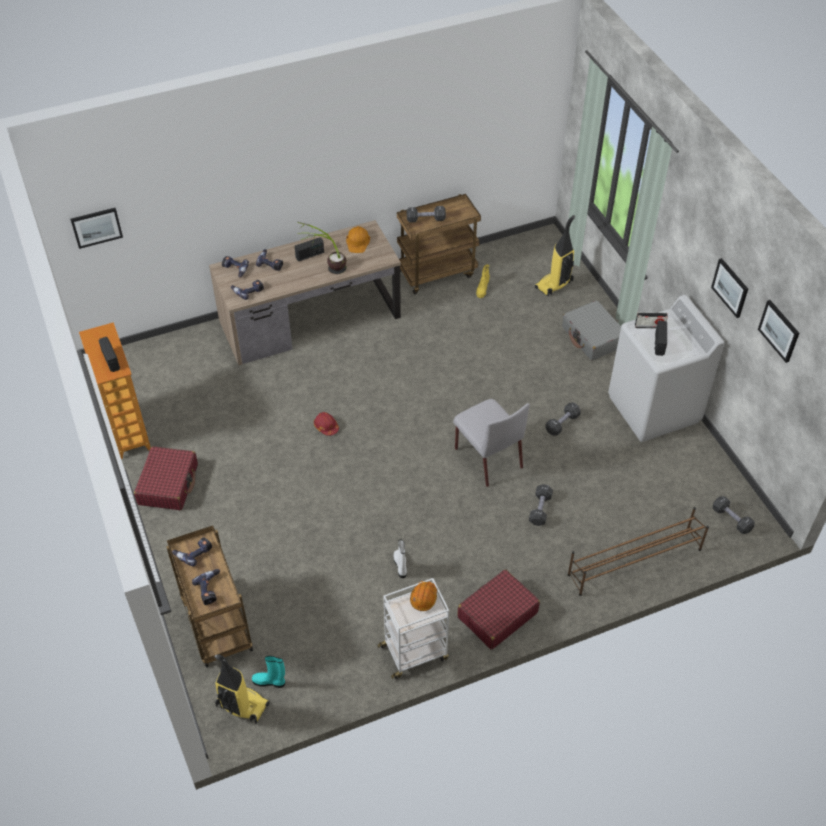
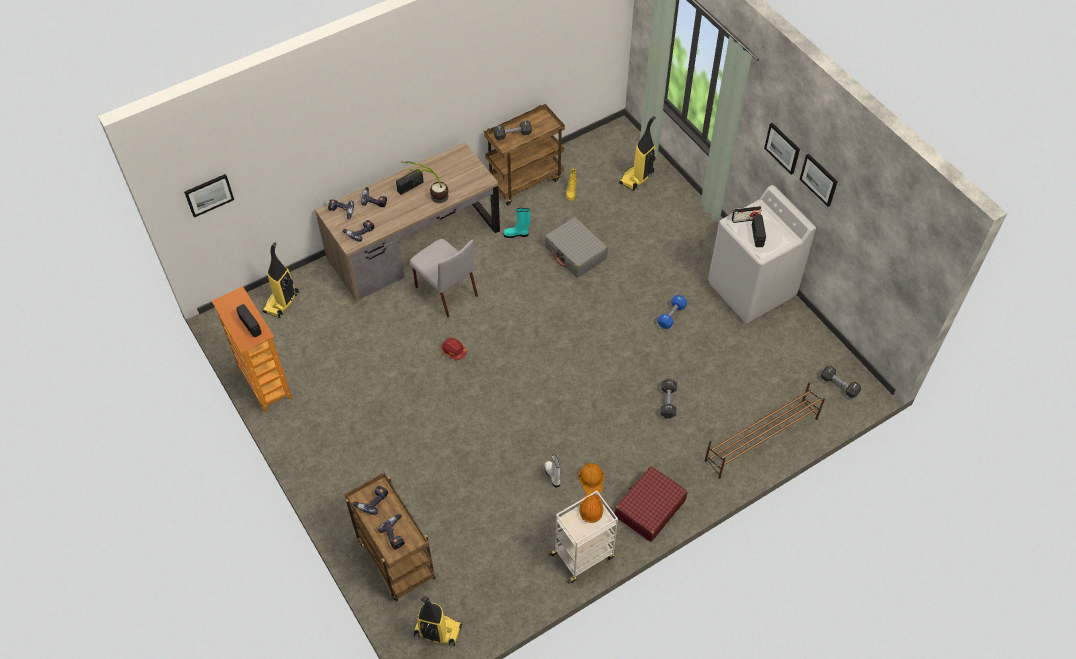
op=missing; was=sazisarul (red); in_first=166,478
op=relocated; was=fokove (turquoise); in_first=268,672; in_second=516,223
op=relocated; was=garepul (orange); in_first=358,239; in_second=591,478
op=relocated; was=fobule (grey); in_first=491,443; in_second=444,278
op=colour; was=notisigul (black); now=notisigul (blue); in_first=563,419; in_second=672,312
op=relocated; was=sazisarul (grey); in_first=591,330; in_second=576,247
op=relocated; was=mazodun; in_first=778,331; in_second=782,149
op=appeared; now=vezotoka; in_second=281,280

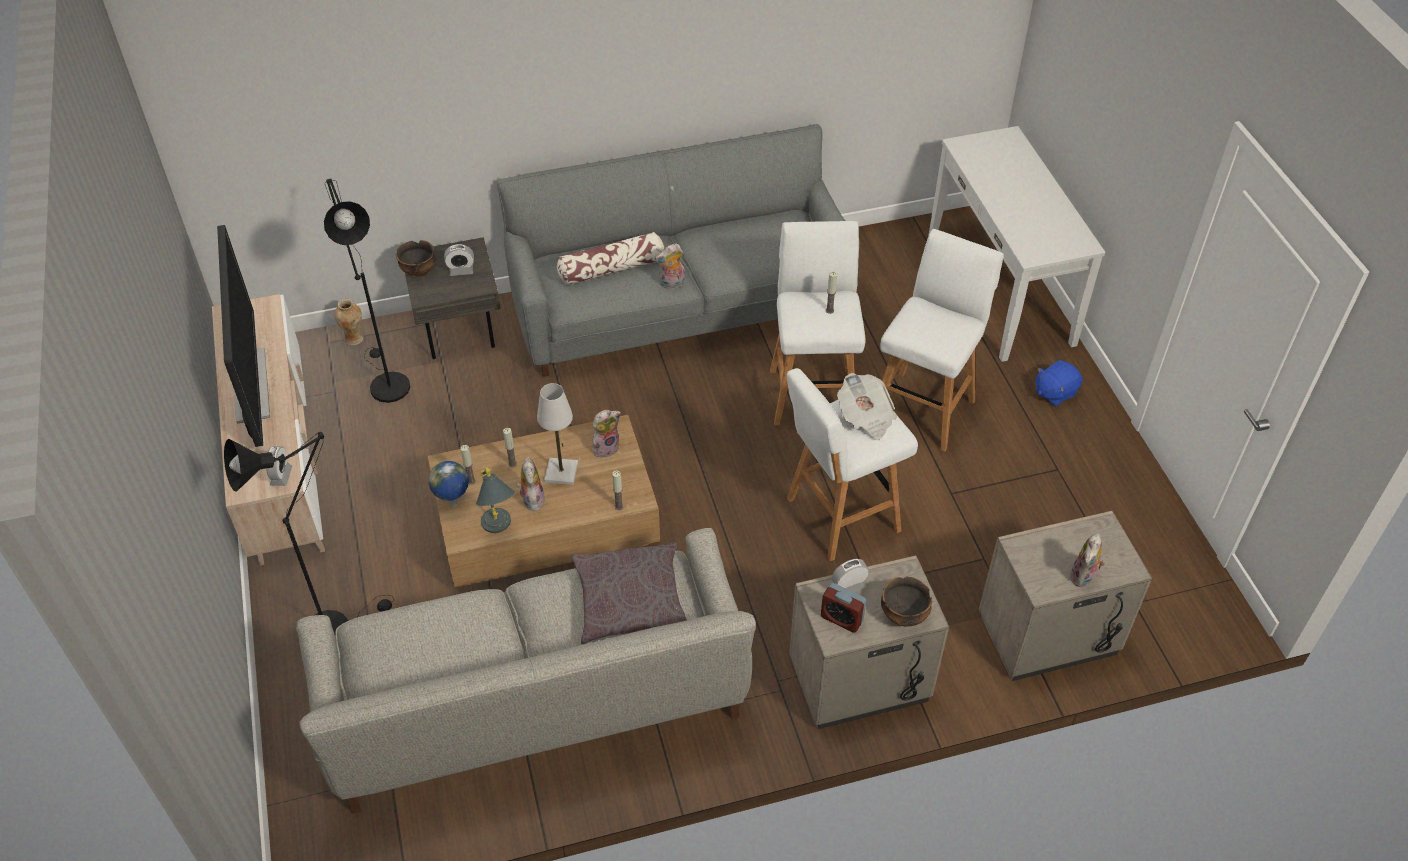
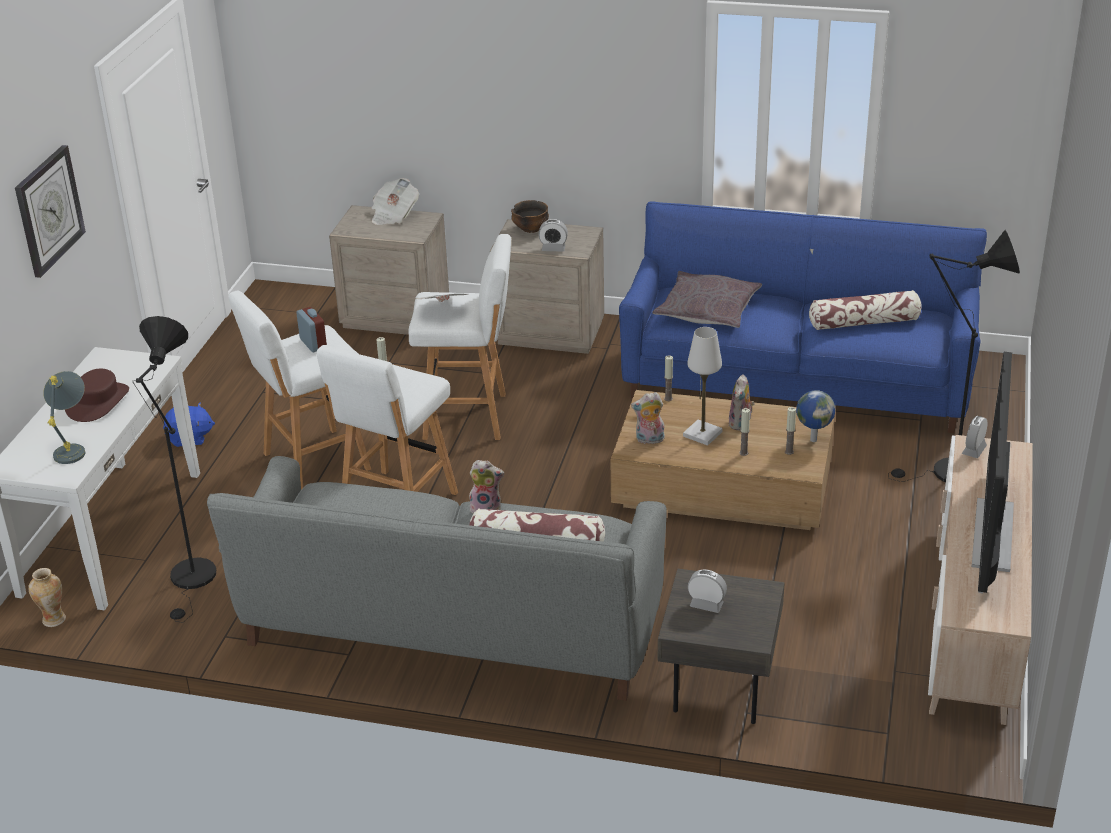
op=colour; was=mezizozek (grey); now=mezizozek (blue); in_first=526,671; in_second=803,317
op=relocated; was=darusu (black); in_first=367,291; in_second=175,469
op=relocated; was=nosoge; in_first=349,322; in_second=47,597
op=missing; was=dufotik; in_first=416,258
op=relocated; was=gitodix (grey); in_first=495,500; in_second=64,417
op=relocated; was=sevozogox; in_first=844,608; in_second=311,329
op=exchanged; was=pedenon; now=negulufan; in_first=1087,560; in_second=395,201
op=appeared; now=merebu; in_second=50,211
op=appeared; now=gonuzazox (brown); in_second=97,395
op=appeared; now=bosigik; in_second=865,310

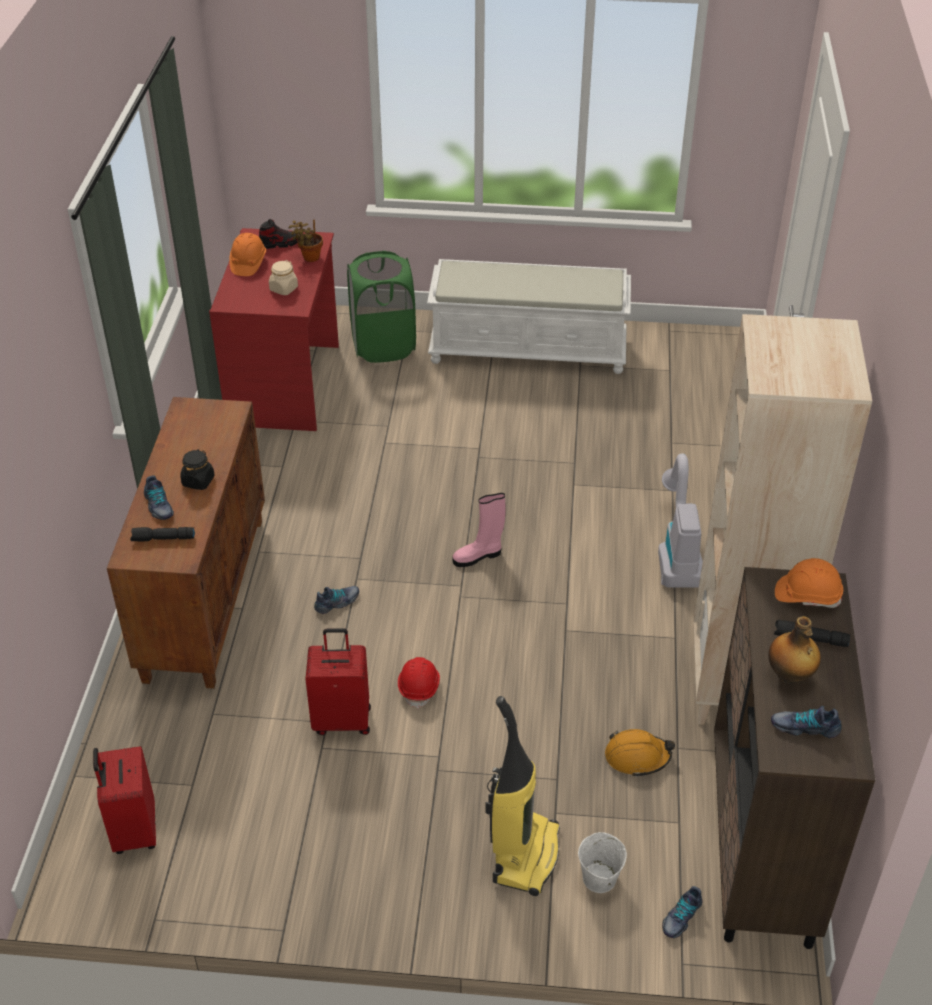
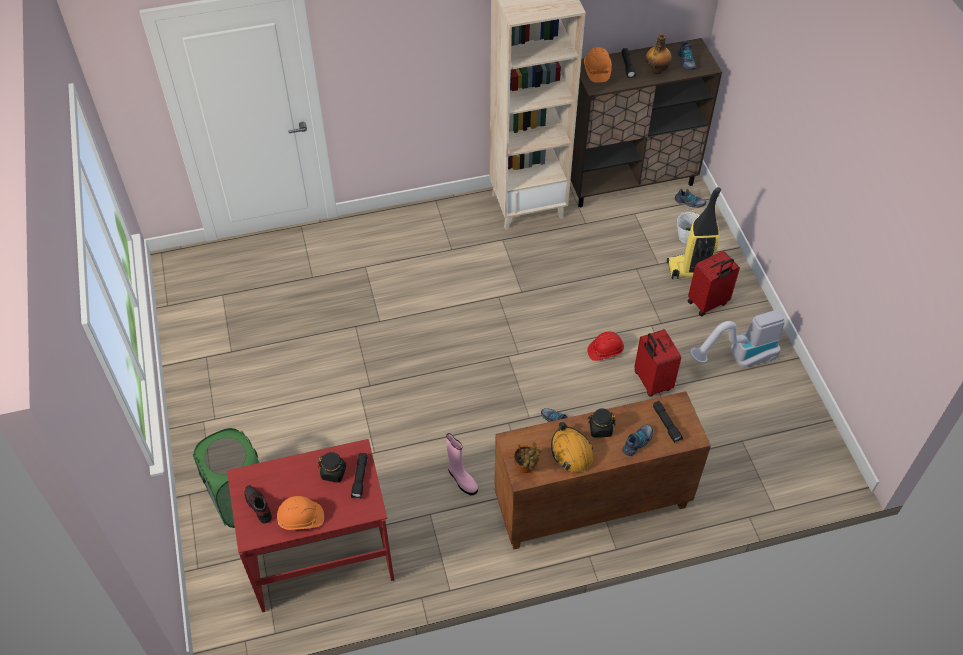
op=relocated; was=sazisarul (red); in_first=124,800; in_second=714,284
op=colour; was=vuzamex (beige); now=vuzamex (black); in_first=283,277; in_second=332,467
op=relocated; was=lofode; in_first=305,241; in_second=527,457
op=missing; was=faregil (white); in_first=529,316
op=relocated; was=fokove (pink); in_first=479,530; in_second=462,464
op=relocated; was=garepul (orange); in_first=640,753; in_second=572,447
op=relocated; was=vezotoka; in_first=680,520; in_second=737,338
op=appeared; now=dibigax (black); in_second=359,476

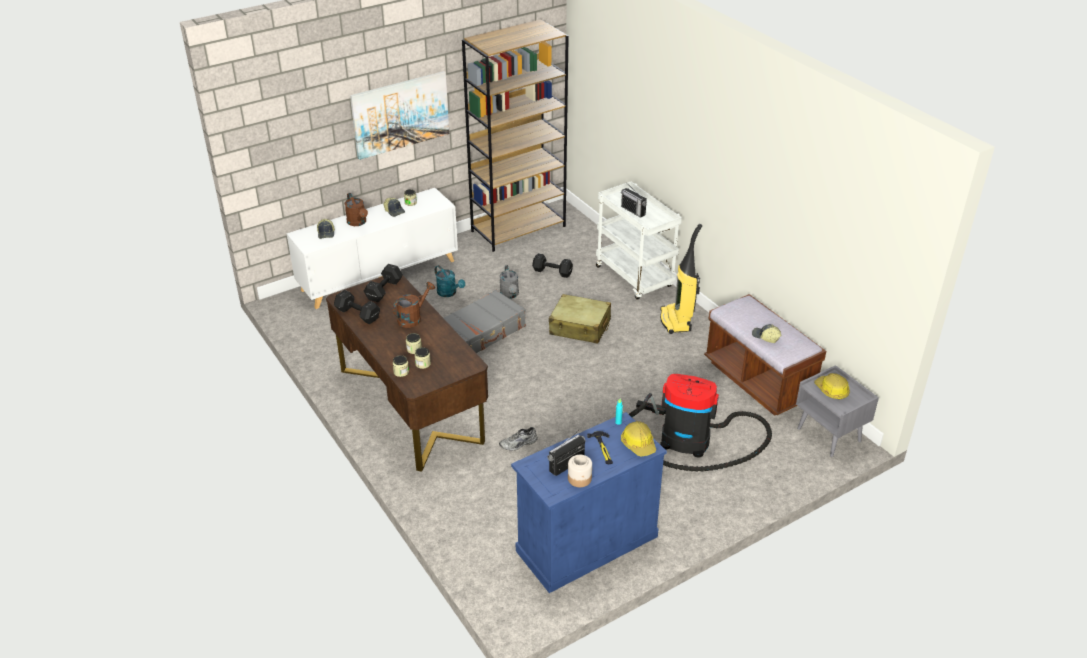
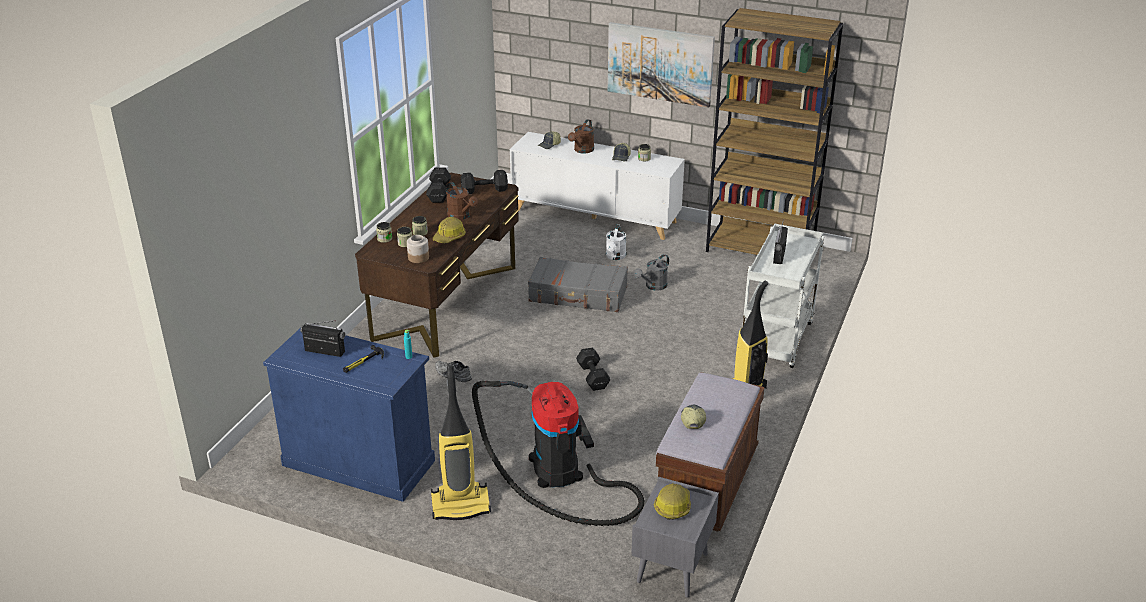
op=spun; was=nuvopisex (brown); in_first=414,305; in_second=462,201; clockwise=45
op=colour; was=nuvopisex (turquoise); now=nuvopisex (white); in_first=450,281; in_second=616,242
op=relocated; was=notisigul (black); in_first=552,265; in_second=593,369
op=missing; was=sazisarul (beige); in_first=580,319
op=relocated; was=vuzamex; in_first=580,471; in_second=418,249
op=relocated; was=garepul; in_first=638,439; in_second=449,230
op=appeared; now=vezotoka; in_second=461,442

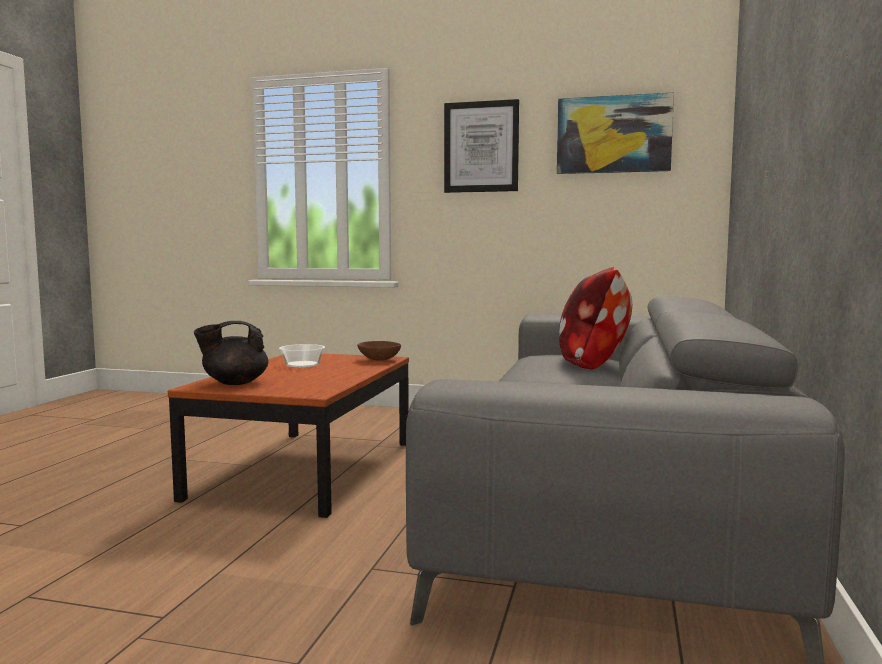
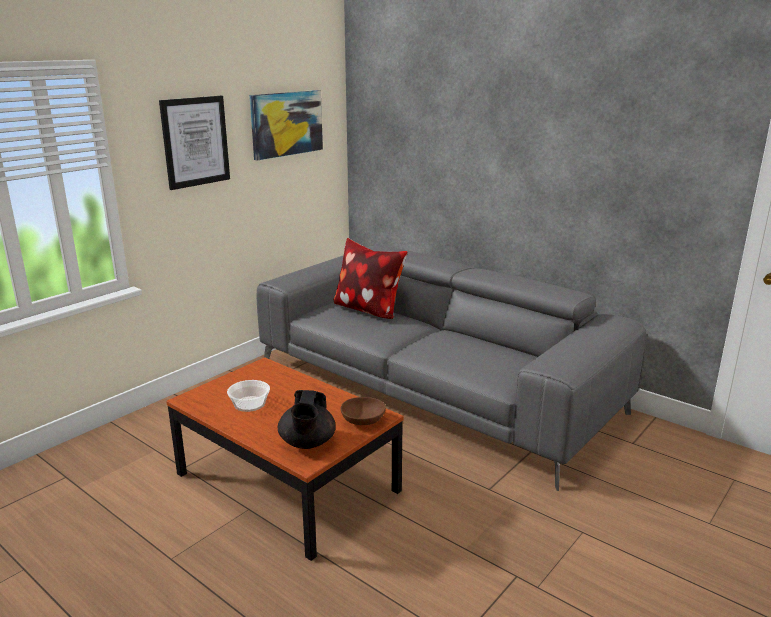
op=relocated; was=dufotik (brown); in_first=379,351; in_second=363,411

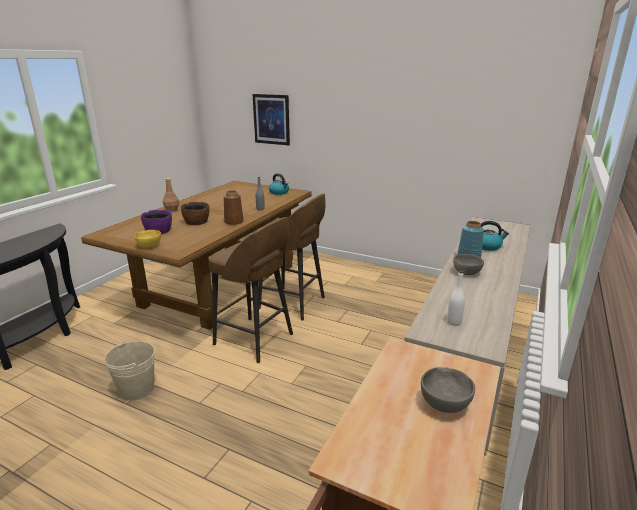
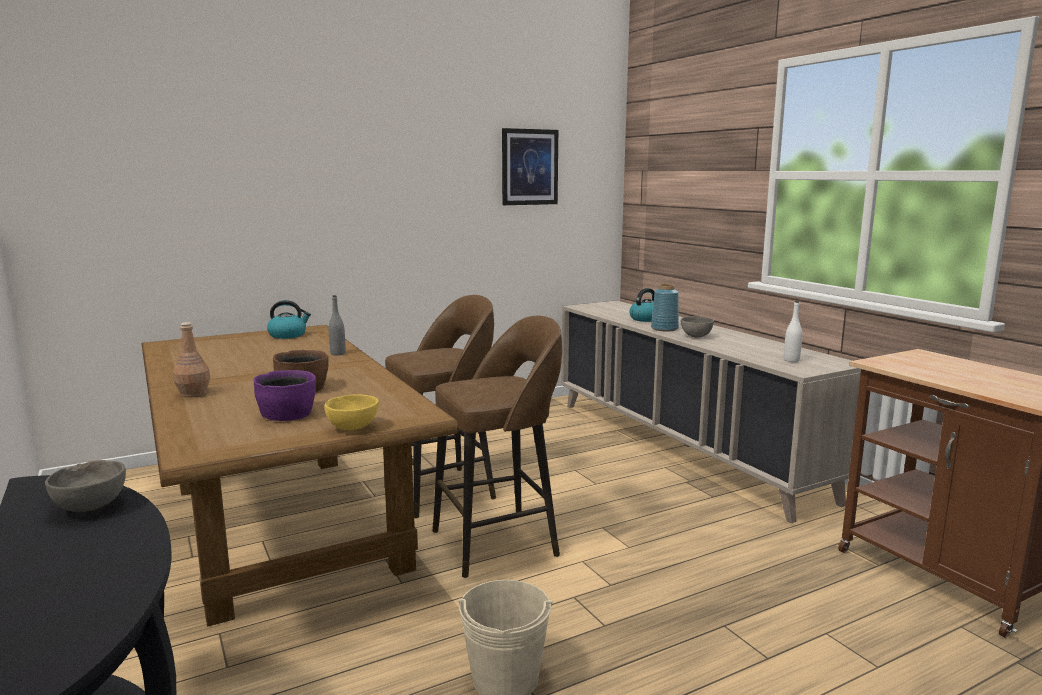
op=missing; was=nosoge (brown); in_first=234,207
op=relocated; was=mazodun; in_first=271,119; in_second=530,166
op=relocated; was=dufotik (grey); in_first=448,390; in_second=85,486

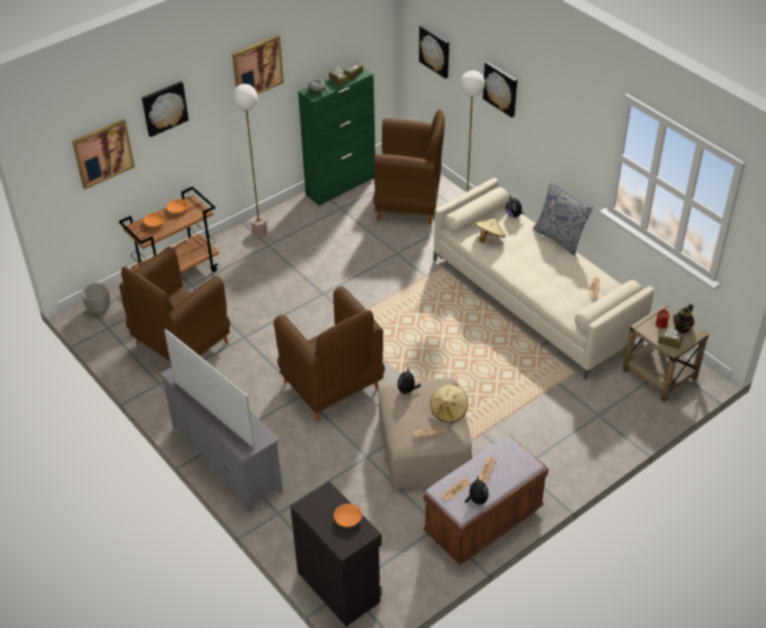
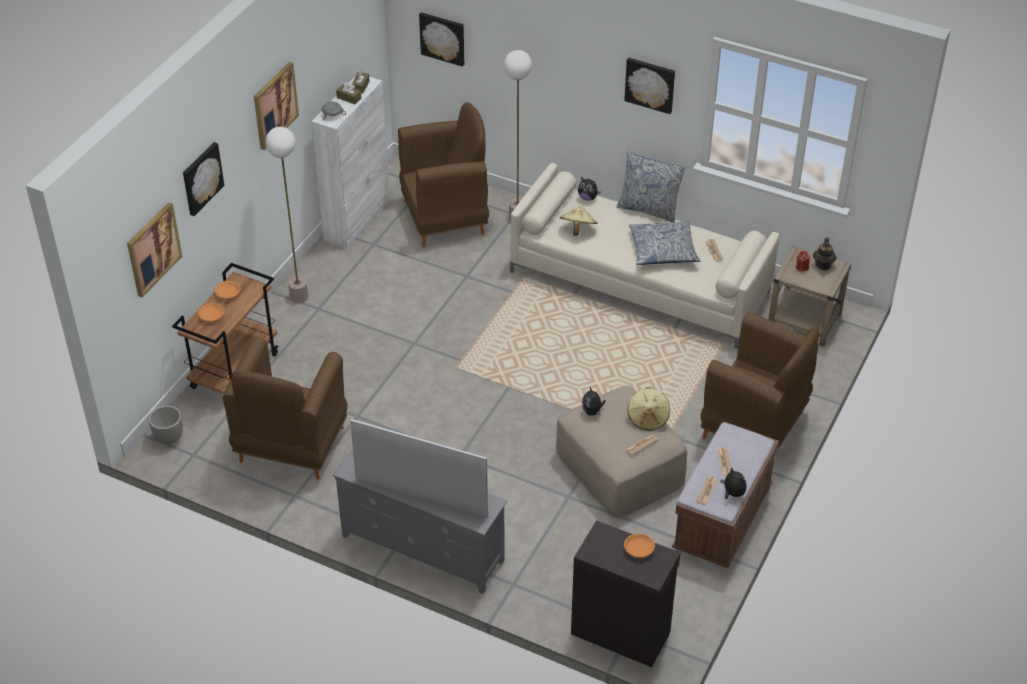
op=relocated; was=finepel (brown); in_first=329,353; in_second=759,380
op=colour; was=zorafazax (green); now=zorafazax (white); in_first=336,136; in_second=350,162
op=relocated; was=mazodun; in_first=500,89; in_second=649,86
op=missing; was=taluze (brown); in_first=670,339
op=appeared; now=bosigik; in_second=664,243

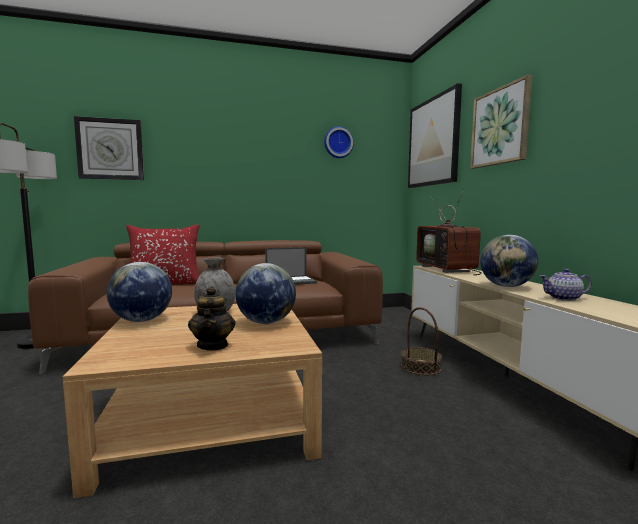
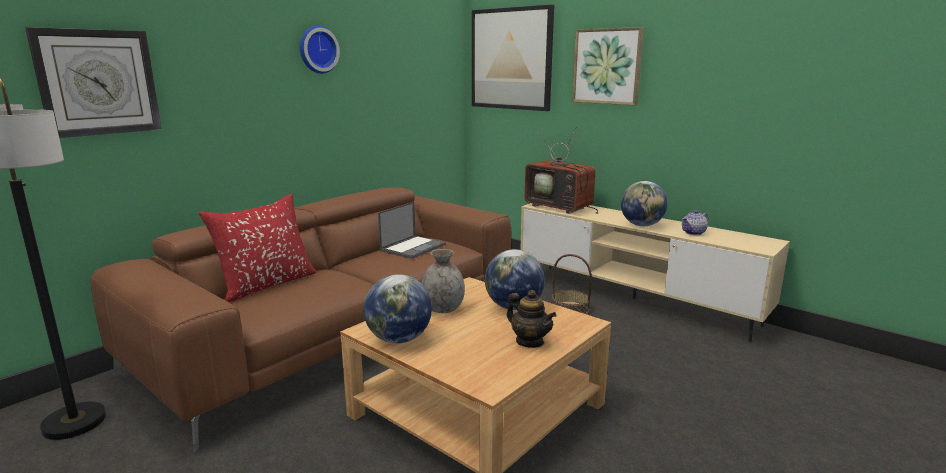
op=relocated; was=merebu; in_first=339,142; in_second=320,49

